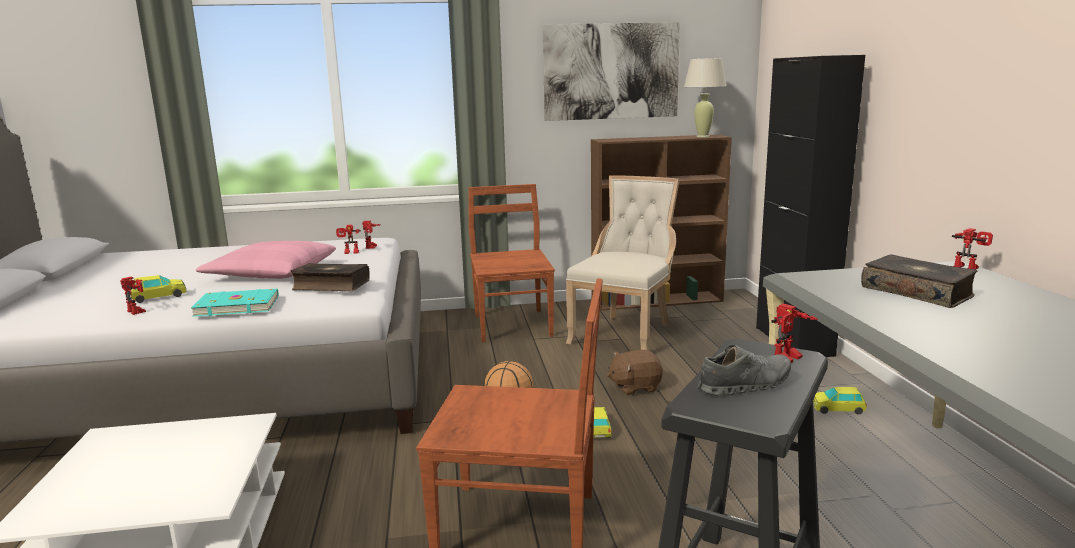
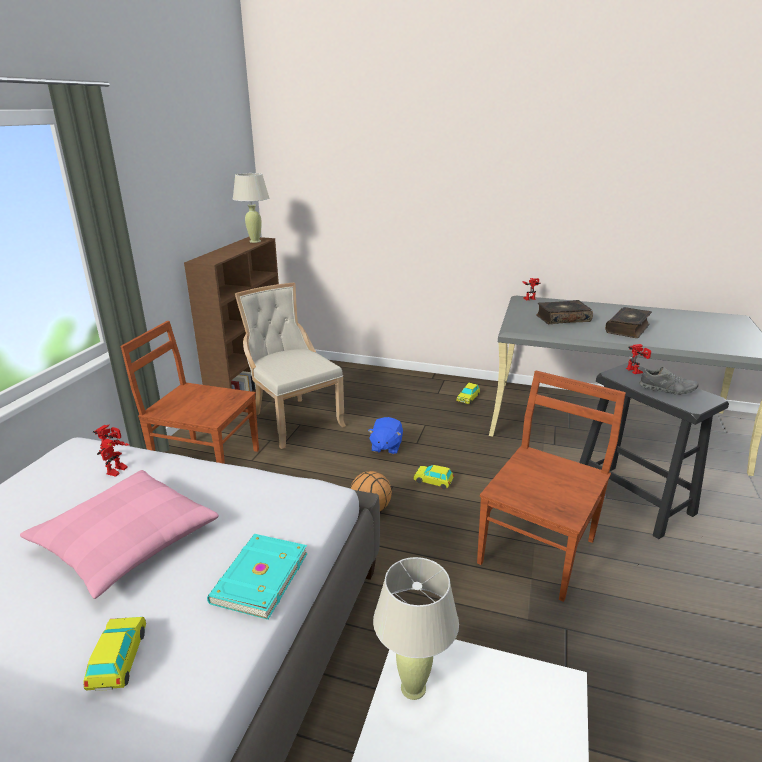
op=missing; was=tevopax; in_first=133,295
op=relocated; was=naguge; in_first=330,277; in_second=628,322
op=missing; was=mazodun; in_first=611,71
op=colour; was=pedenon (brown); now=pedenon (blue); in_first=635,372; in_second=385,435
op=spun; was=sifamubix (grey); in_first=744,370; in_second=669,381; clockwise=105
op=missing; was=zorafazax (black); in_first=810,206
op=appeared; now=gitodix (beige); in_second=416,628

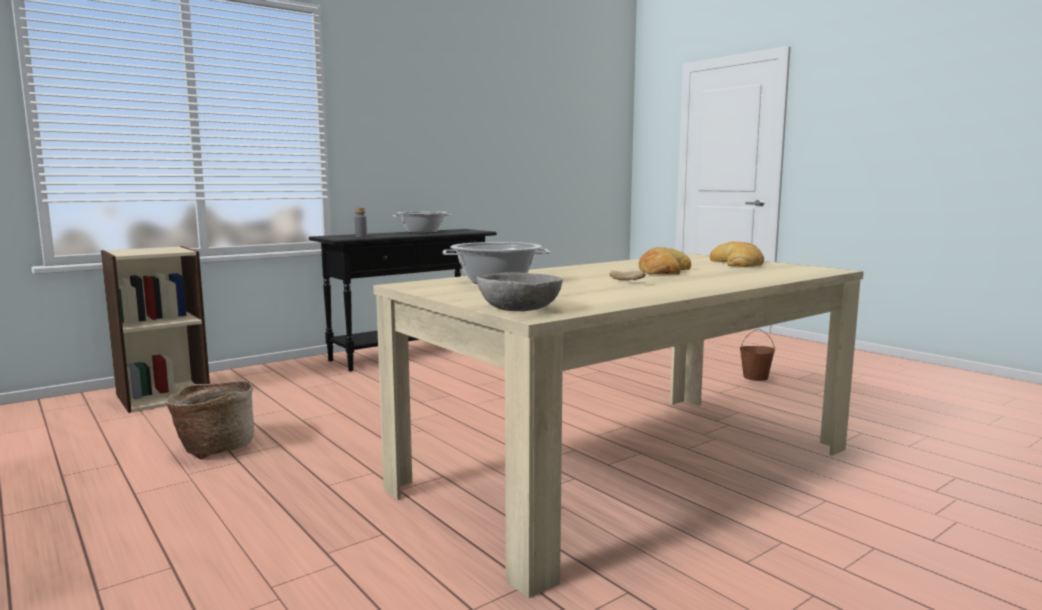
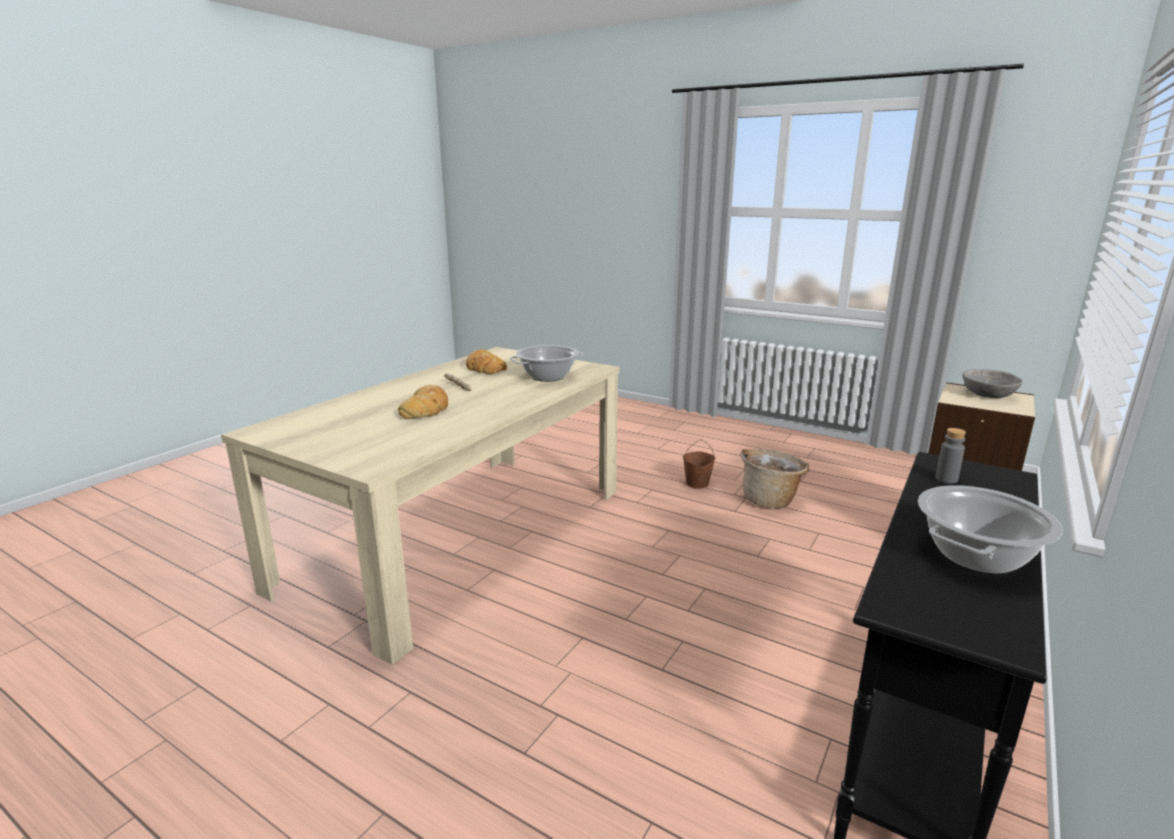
op=relocated; was=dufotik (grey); in_first=519,291; in_second=992,383
op=relocated; was=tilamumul; in_first=737,254; in_second=486,361
op=relocated; was=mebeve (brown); in_first=757,355; in_second=699,464

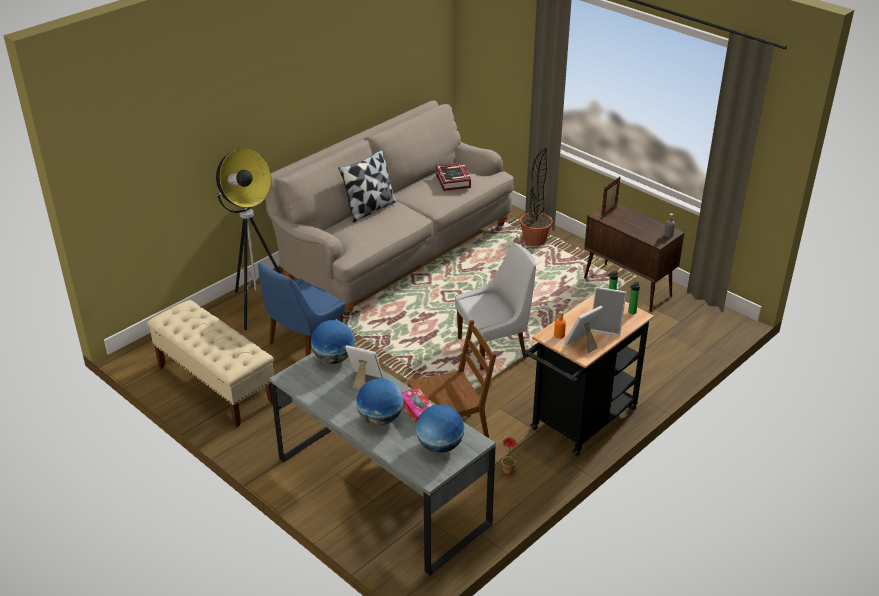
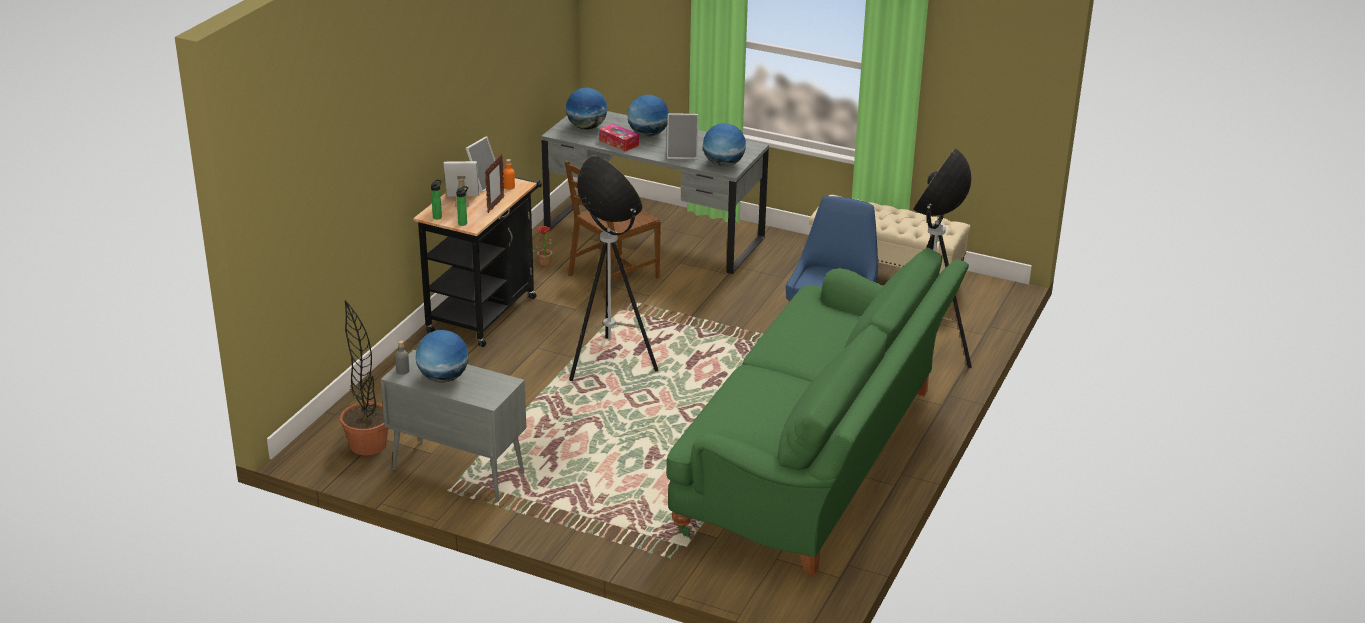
op=colour; was=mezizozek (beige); now=mezizozek (green); in_first=389,208; in_second=817,411
op=missing; was=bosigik; in_first=367,186
op=missing; was=naguge; in_first=453,177
op=exchanged; was=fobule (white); now=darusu; in_first=495,306; in_second=613,268
op=relocated; was=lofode; in_first=536,197; in_second=364,378
op=colour; was=zorafazax (brown); now=zorafazax (grey); in_first=634,257; in_second=453,426
op=relocated; was=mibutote; in_first=611,197; in_second=494,183
op=appeared; now=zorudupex; in_second=441,356

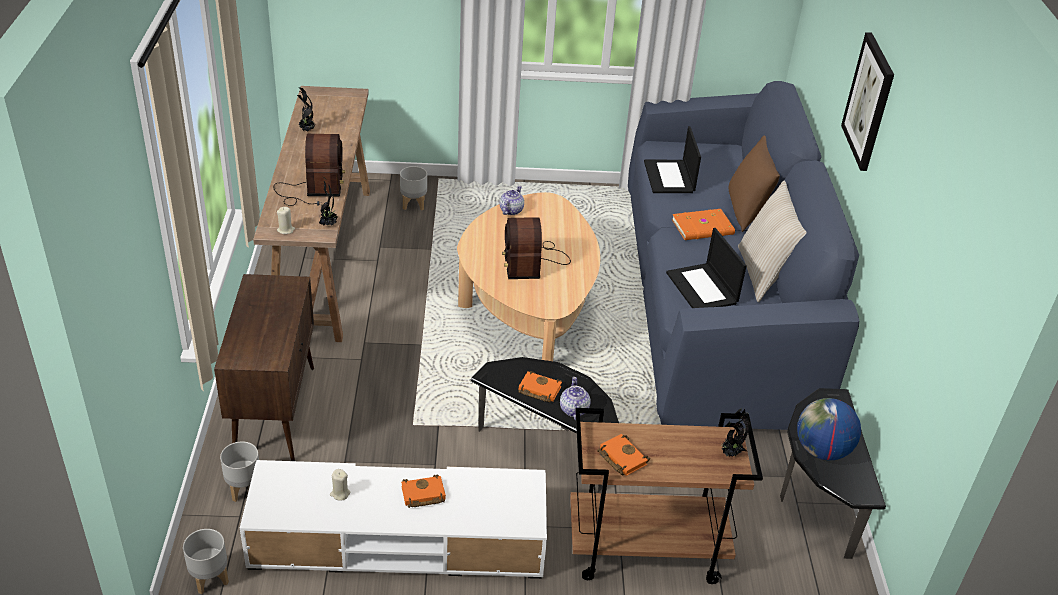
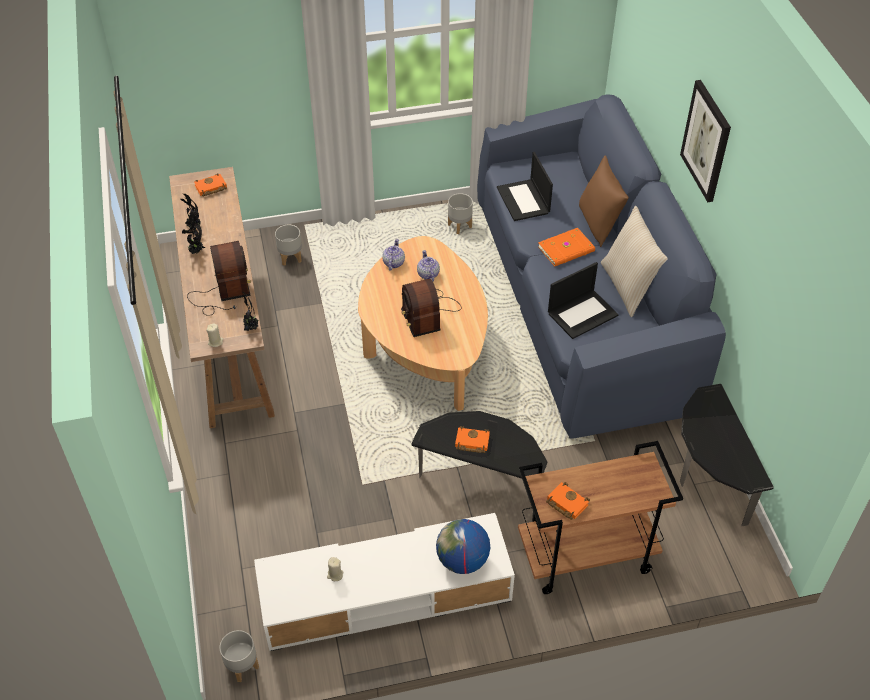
op=missing; was=zorafazax (brown); in_first=264,367
op=relocated; was=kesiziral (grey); in_first=239,471; in_second=460,213
op=relocated; was=naguge (orange); in_first=423,491; in_second=210,185
op=relocated; was=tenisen; in_first=575,398; in_second=428,266
op=spun; was=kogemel; in_first=706,268; in_second=583,300; clockwise=-90
op=relocated; was=lofode; in_first=735,432; in_second=194,236
op=relocated; was=zorudupex; in_first=829,429; in_second=463,546

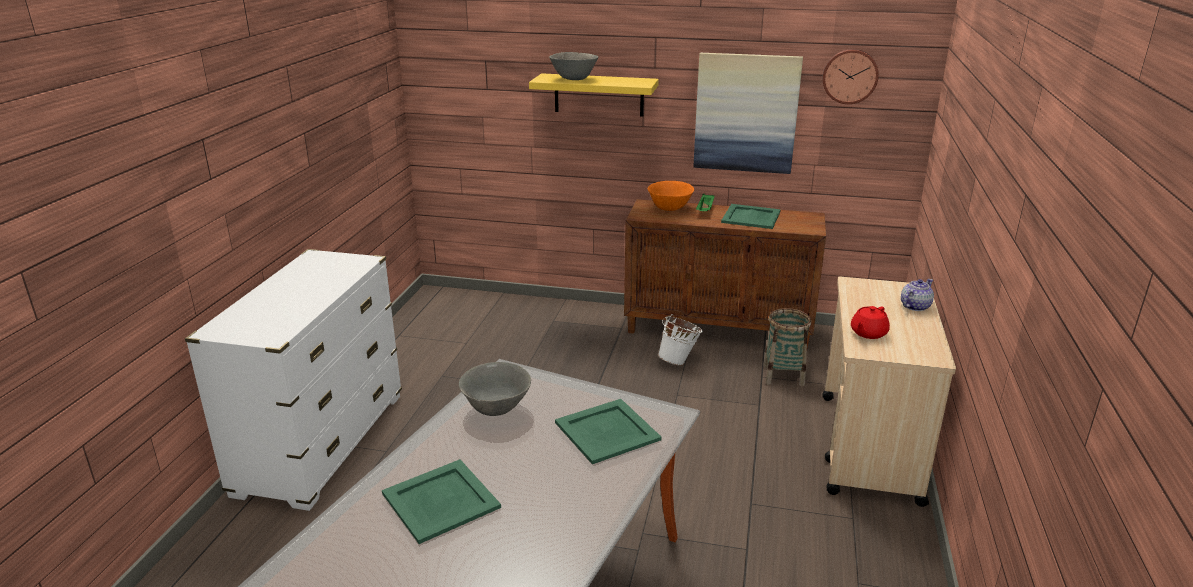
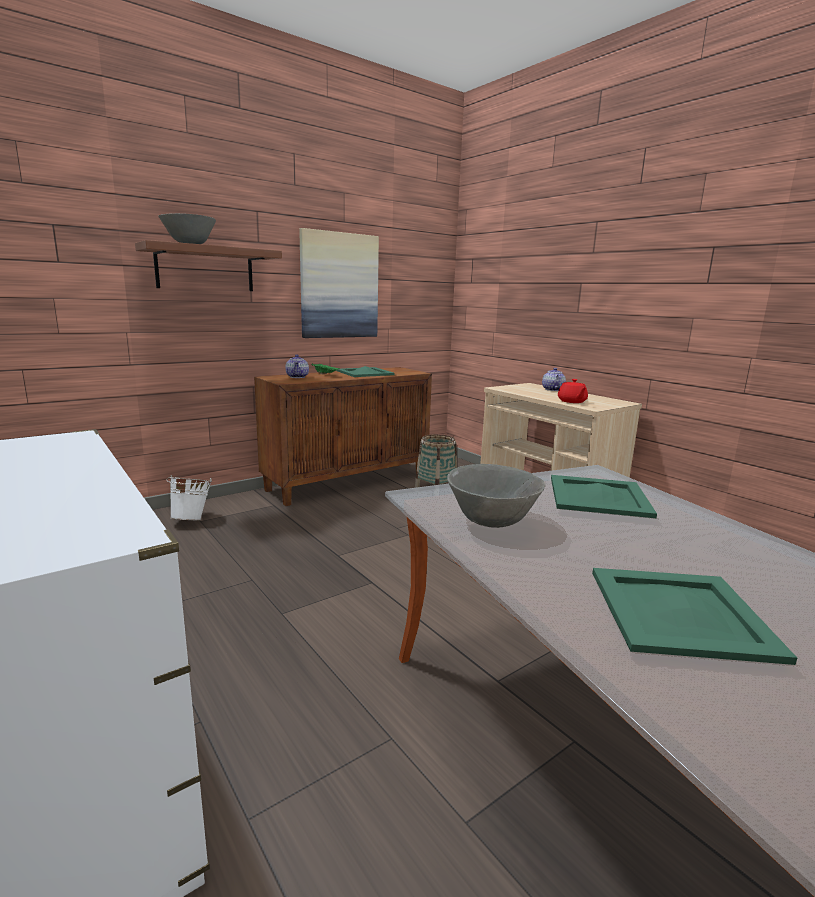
op=colour; was=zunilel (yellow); now=zunilel (brown); in_first=594,95; in_second=208,265
op=exchanged; was=dufotik (orange); now=tenisen; in_first=671,196; in_second=297,366
op=relocated; was=mebeve (white); in_first=680,340; in_second=189,498
op=missing; was=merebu; in_first=851,76

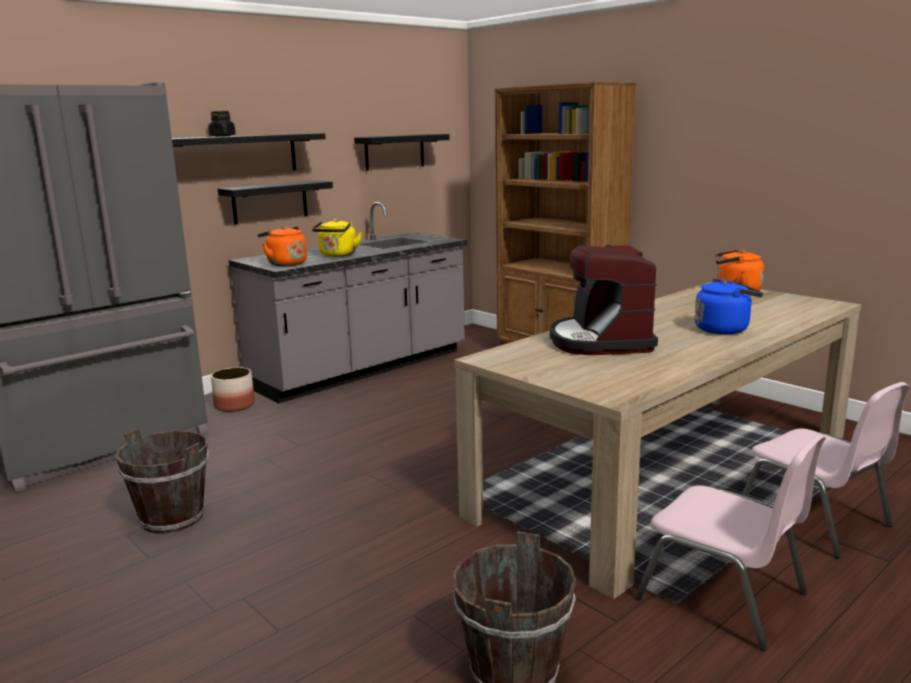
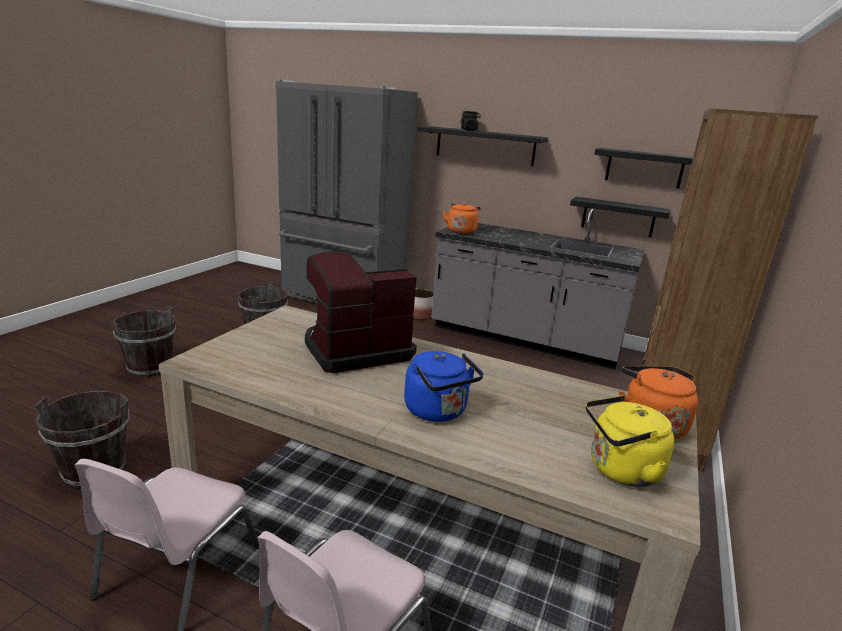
op=relocated; was=zunilel (black); in_first=275,202; in_second=620,217
op=relocated; was=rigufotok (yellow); in_first=337,238; in_second=630,441
op=appeared; now=mebeve (brown); in_second=143,341

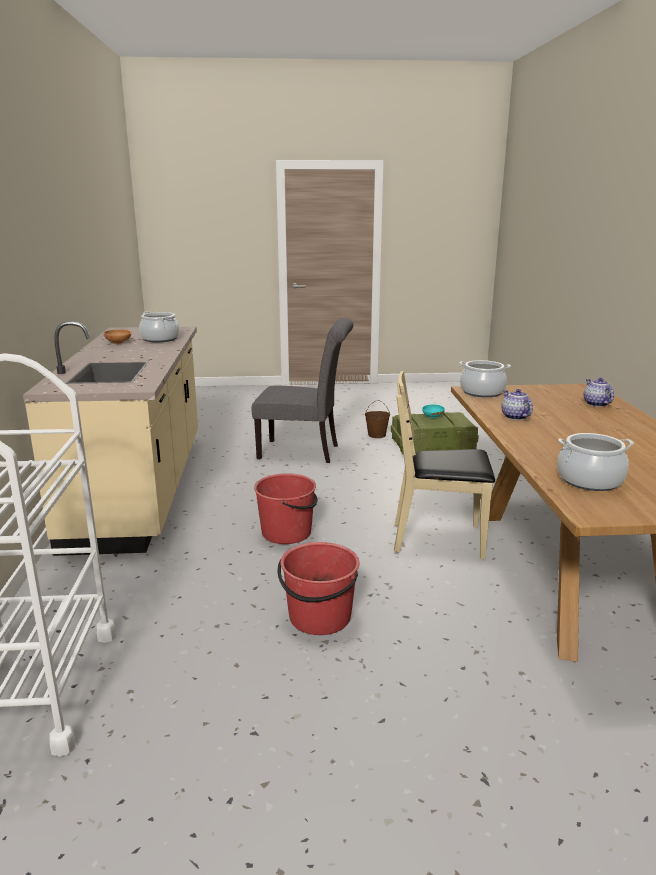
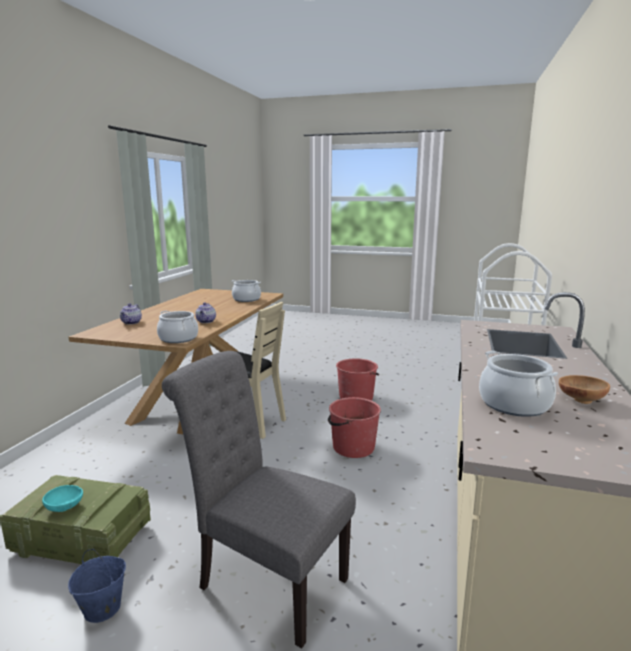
op=colour; was=mebeve (brown); now=mebeve (blue); in_first=377,419; in_second=97,586

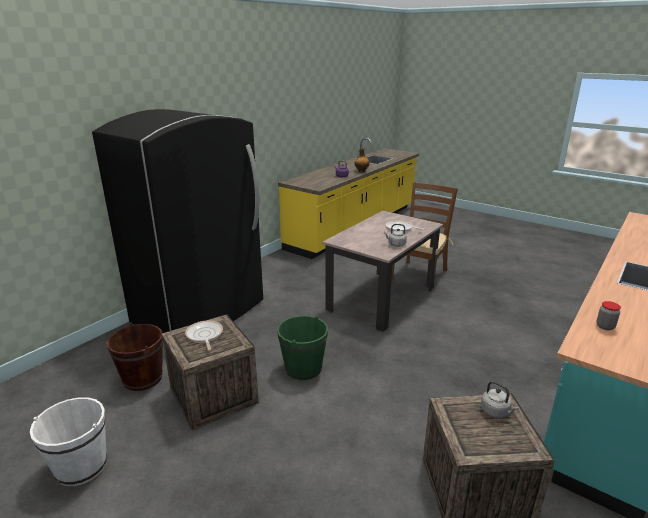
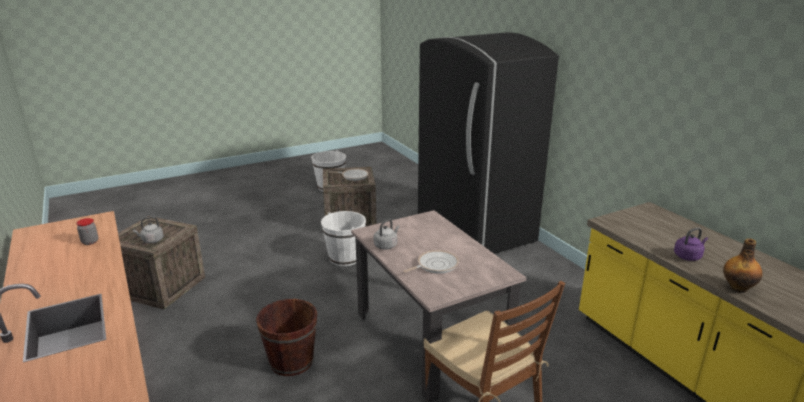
op=relocated; was=mebeve (brown); in_first=135,357; in_second=286,337
op=colour; was=mebeve (green); now=mebeve (white); in_first=302,348; in_second=343,238

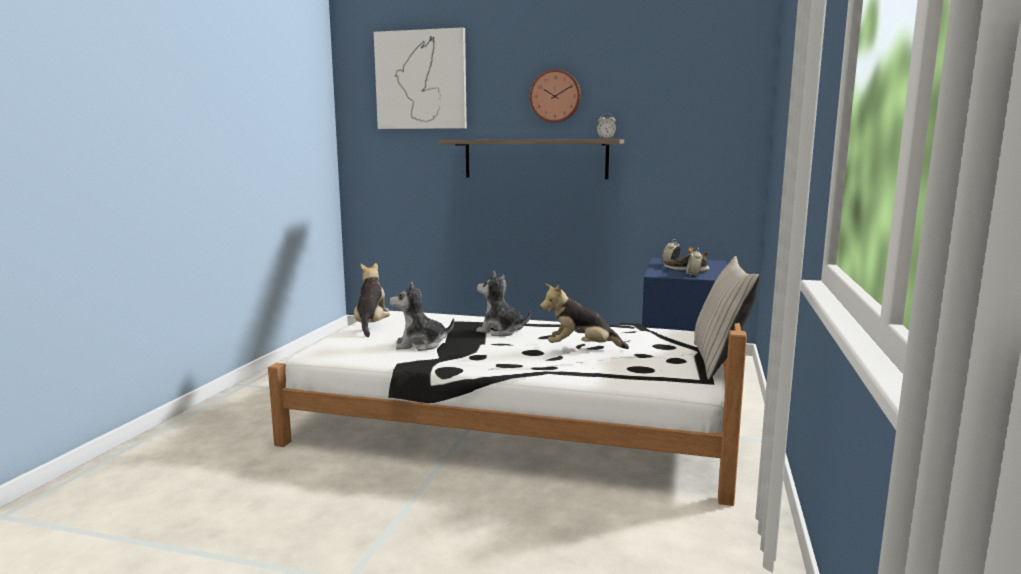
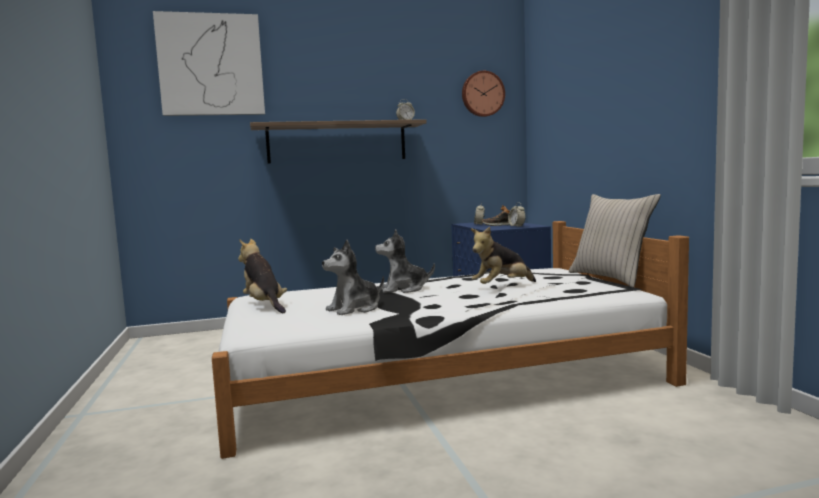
op=relocated; was=merebu; in_first=555,96; in_second=483,94

